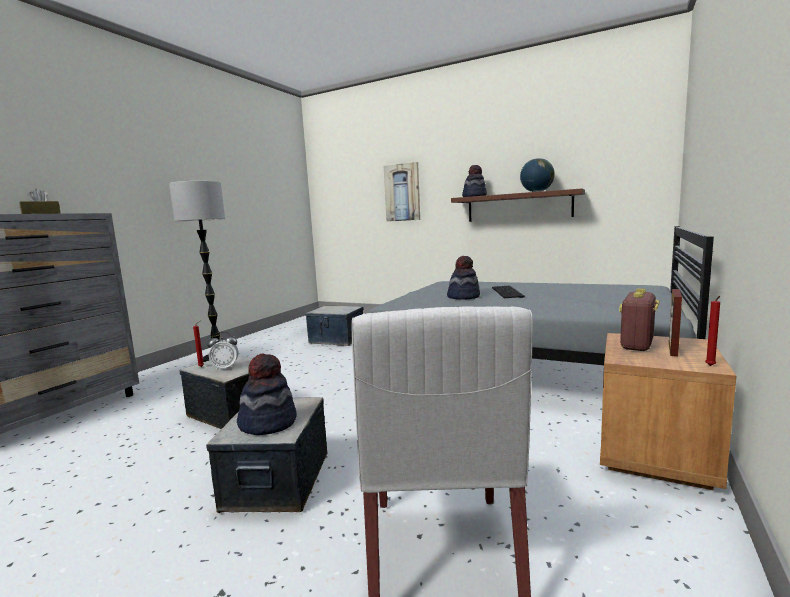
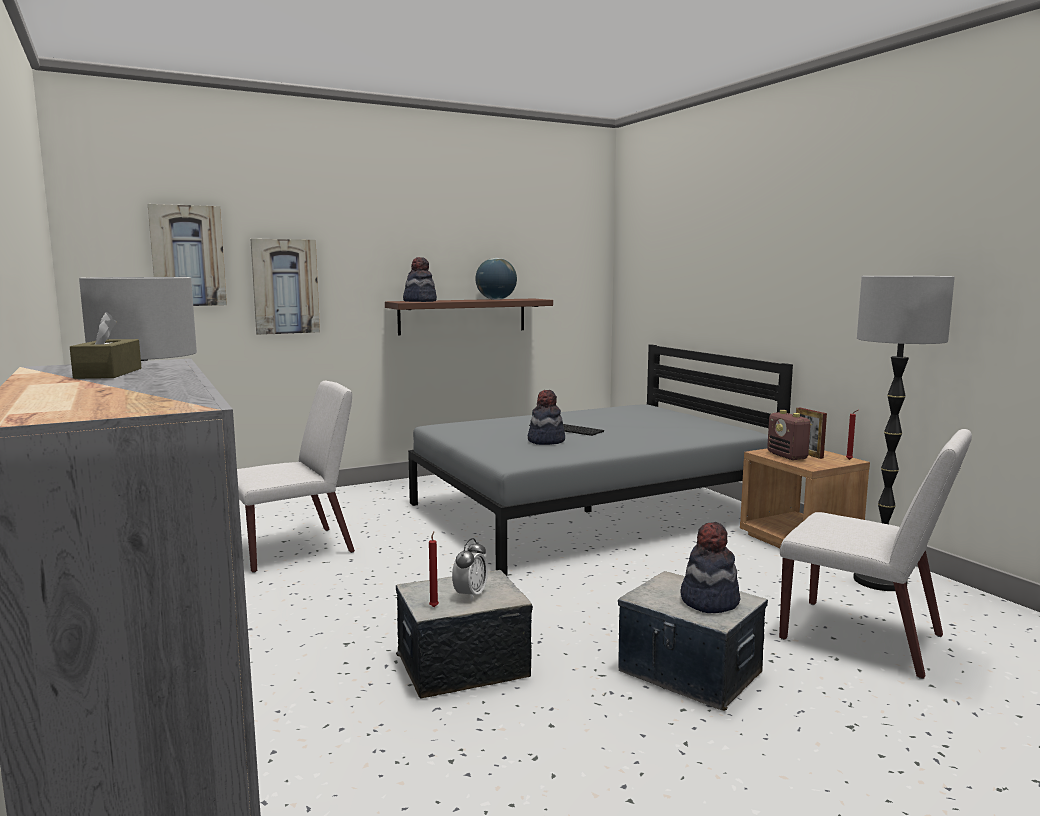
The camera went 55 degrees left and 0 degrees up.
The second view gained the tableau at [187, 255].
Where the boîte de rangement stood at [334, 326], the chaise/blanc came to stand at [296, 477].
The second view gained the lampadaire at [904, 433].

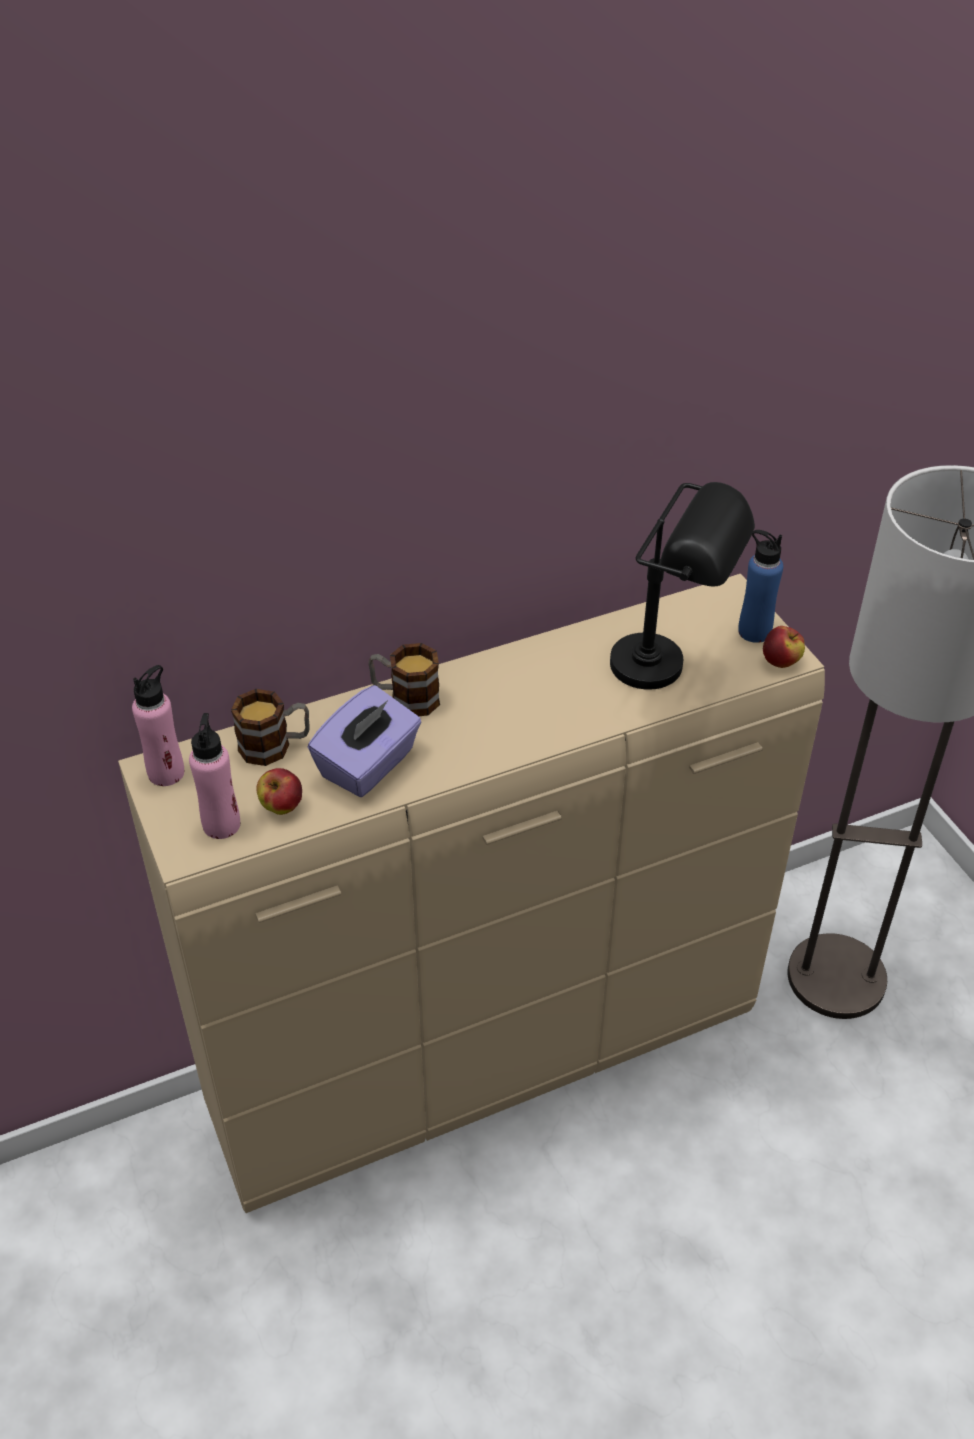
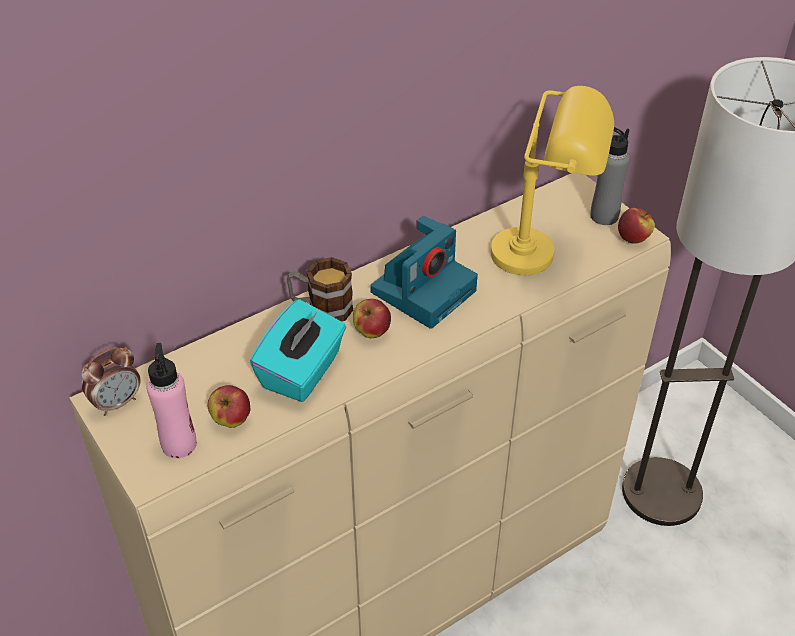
The camera went 10 degrees left and 0 degrees up.
Where the bouteille/rose stood at [158, 725], the réveil came to stand at [111, 381].
What was the boîte à mouchoirs/violet at [364, 741] turned into the boîte à mouchoirs/turquoise at [298, 350].
The second view gained the pomme at [372, 318].
The second view gained the appareil photo at [424, 272].
What was the lampe de table/noir at [682, 586] turned into the lampe de table/jaune at [552, 180].
What was the bouteille/bleu at [760, 586] turned into the bouteille/gris at [610, 176].
The second view lost the mug at [270, 727].

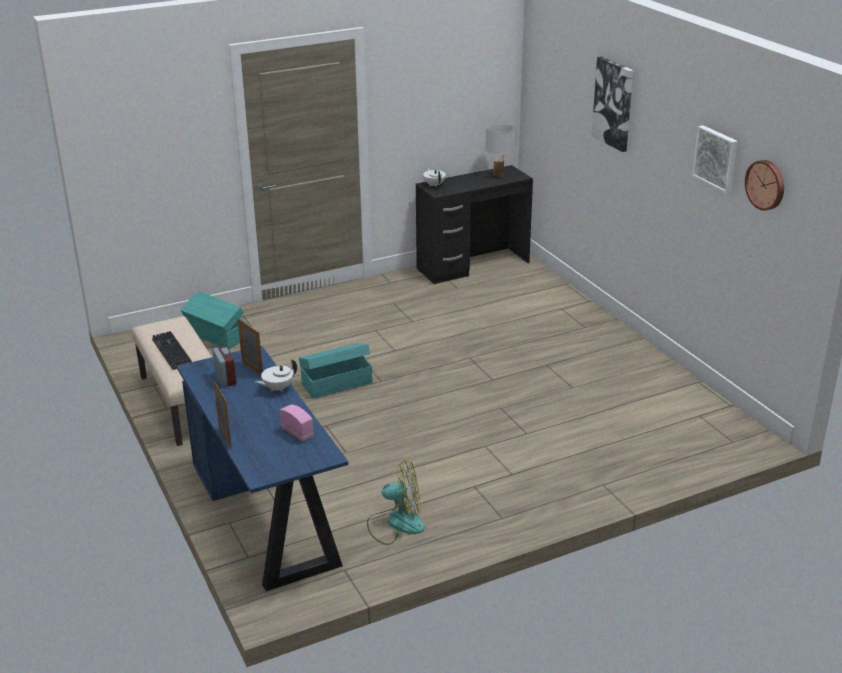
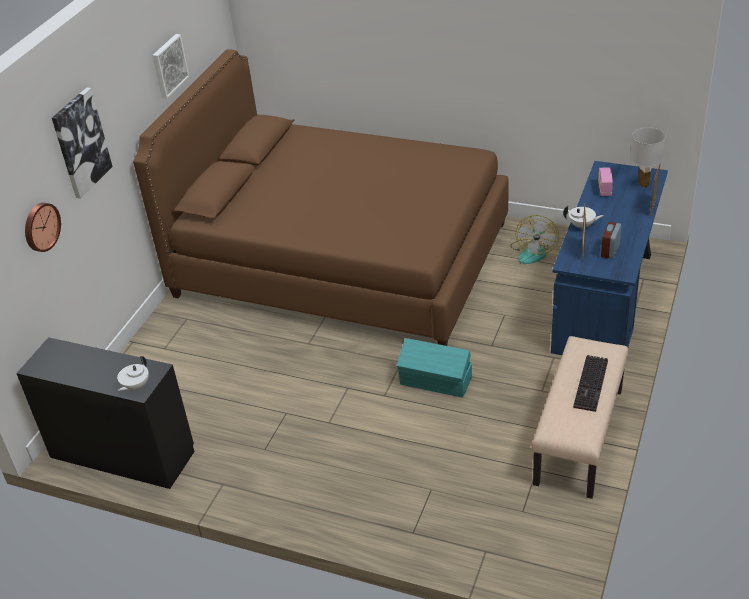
The camera went 130 degrees left and 10 degrees up.
The horloge murale ended up elsewhere, having gone from [764, 185] to [43, 227].
The second view gained the lit/marron at [321, 197].
The ventilateur at [396, 502] ended up facing another way, 120 degrees counterclockwise from before.
The lampe de table/blanc ended up elsewhere, having gone from [500, 150] to [647, 157].
The second view lost the boîte de rangement/turquoise at [214, 320].

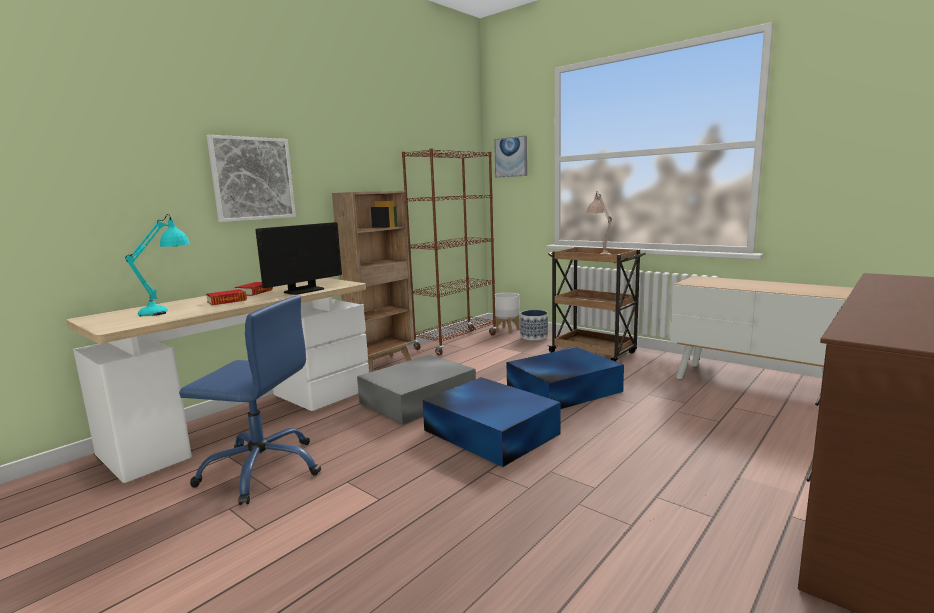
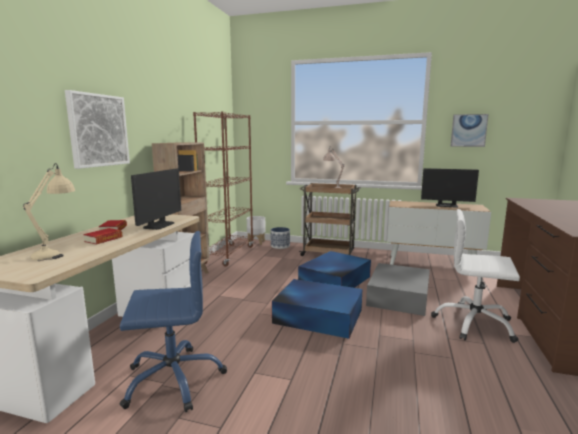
The camera went 25 degrees left and 0 degrees up.
What was the lampe de table/turquoise at [157, 265] turned into the lampe de table/beige at [49, 212].
The boîte de rangement/gris ended up elsewhere, having gone from [416, 389] to [398, 289].
The second view gained the écran d'ordinateur at [450, 188].
The second view gained the chaise de bureau/blanc at [475, 276].
The tableau ended up elsewhere, having gone from [510, 157] to [470, 130].

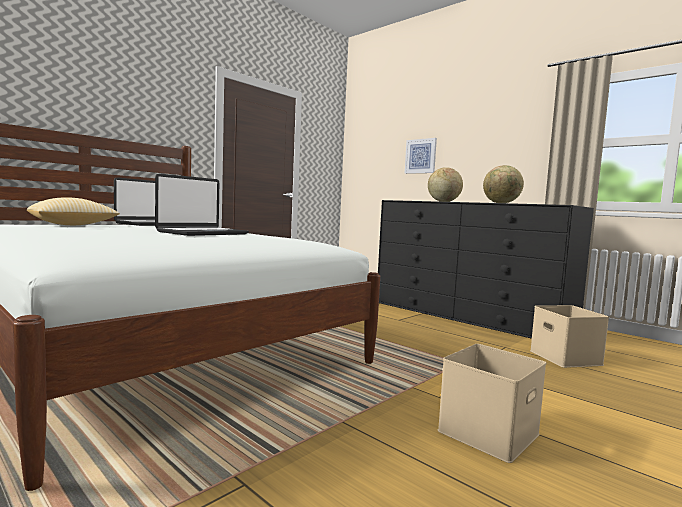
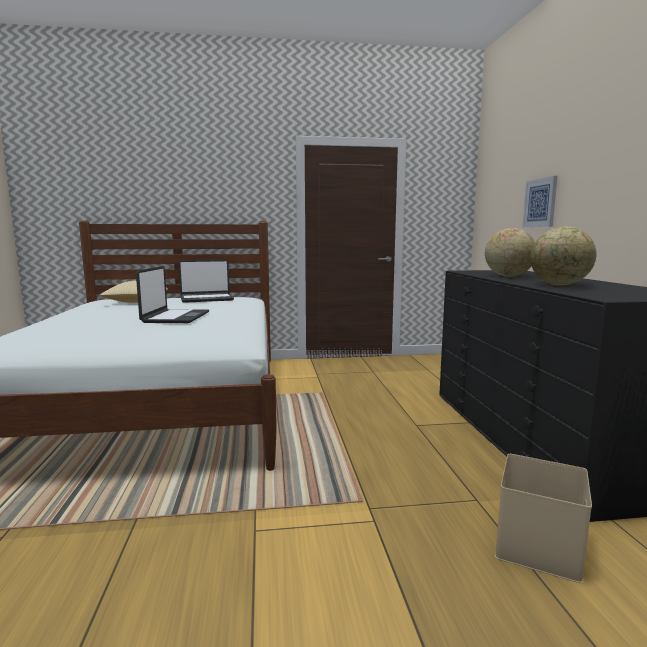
The camera went 40 degrees right and 5 degrees up.
The ordinateur portable at [202, 204] ended up facing another way, 75 degrees counterclockwise from before.
The second view lost the boîte de rangement/beige at [492, 403].

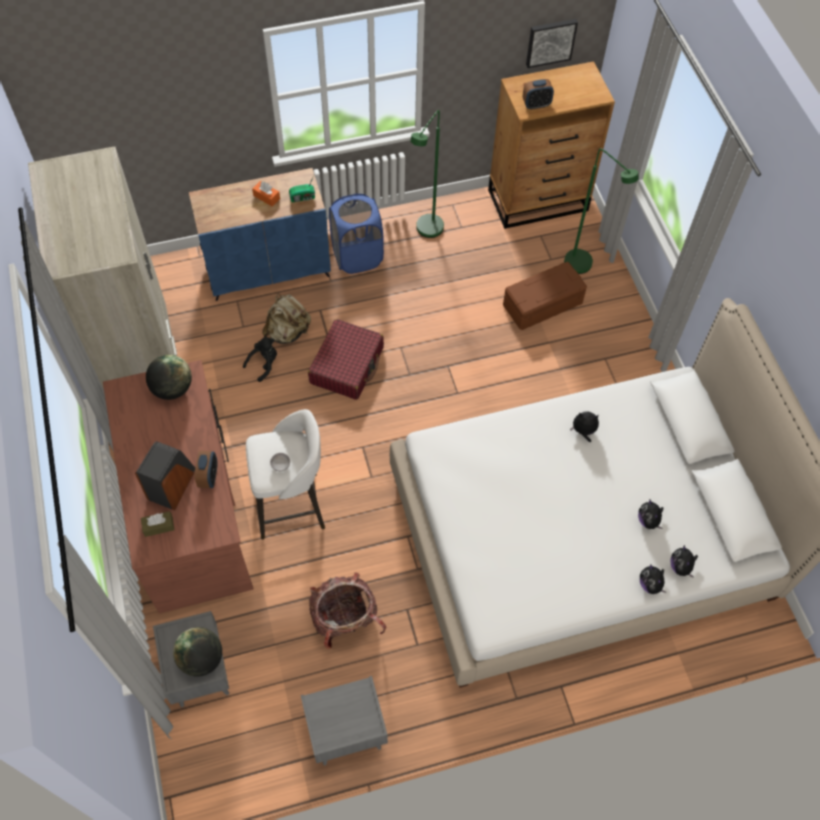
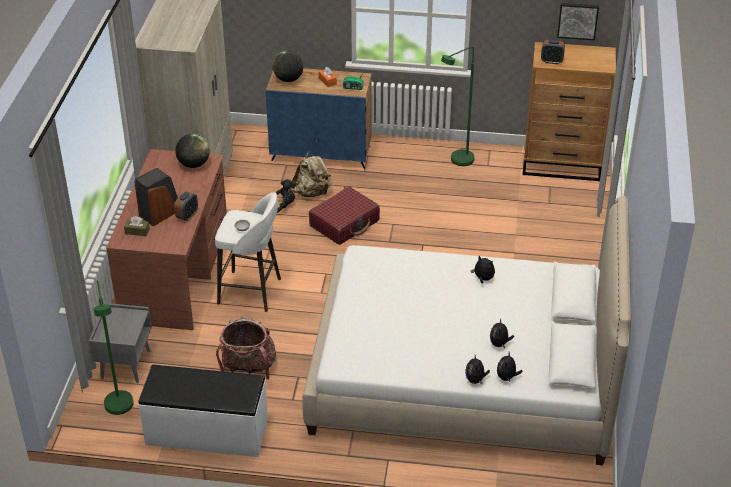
The camera went 25 degrees right and 20 degrees down.
The lampadaire/vert ended up elsewhere, having gone from [601, 211] to [114, 347].
Where the table de chevet/gris stood at [344, 720], the banc/blanc came to stand at [203, 411].
The globe ended up elsewhere, having gone from [197, 652] to [288, 66].
The second view lost the panier à linge/bleu at [356, 234].
The second view lost the boîte de rangement/marron at [545, 296].

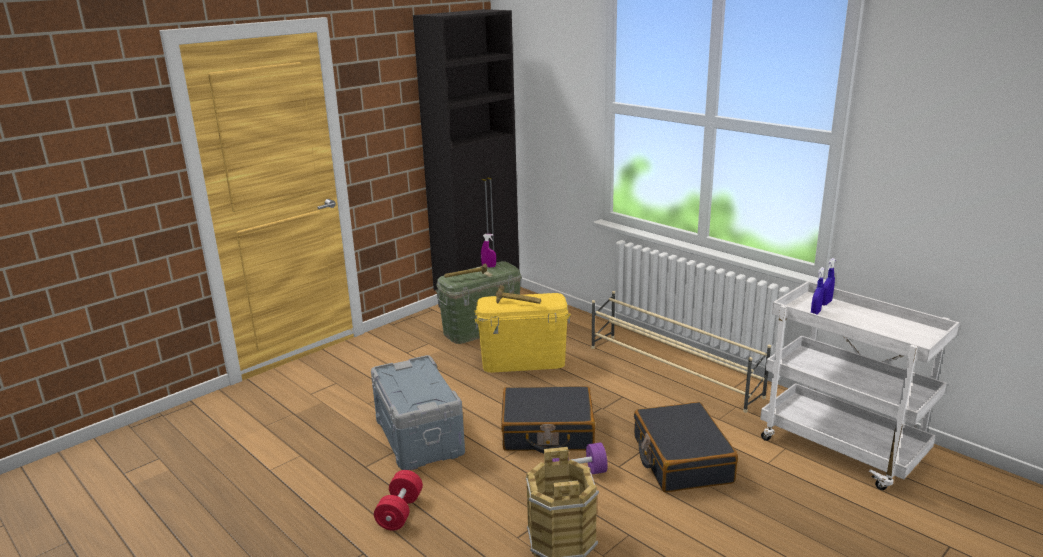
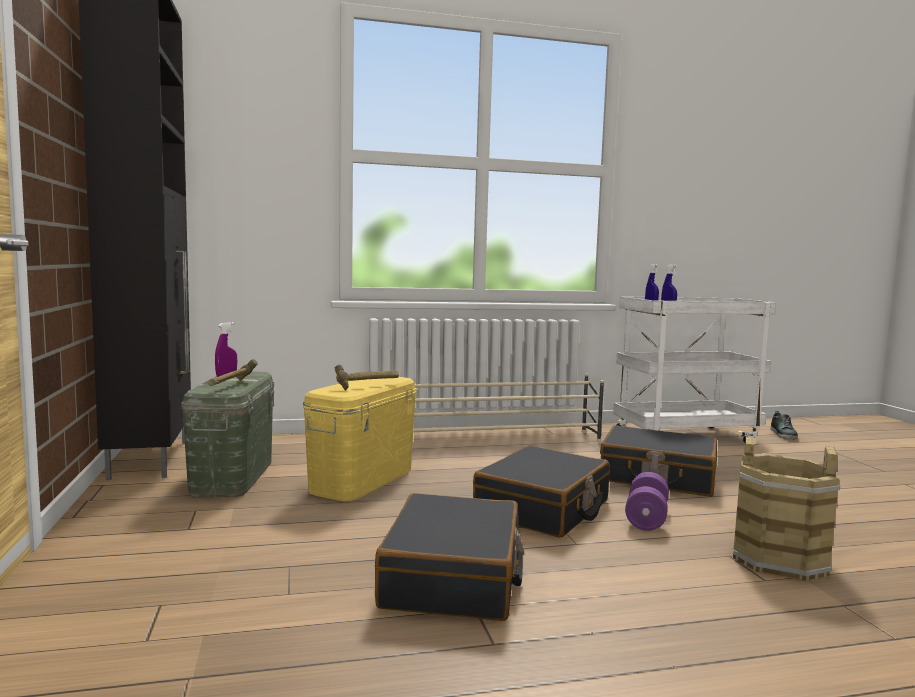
The camera went 60 degrees left and 15 degrees down.
Where the boîte de rangement/gris stood at [418, 412], the valise/noir came to stand at [449, 557].
The second view gained the chaussure at [784, 425].
The second view lost the haltère/rouge at [398, 500].

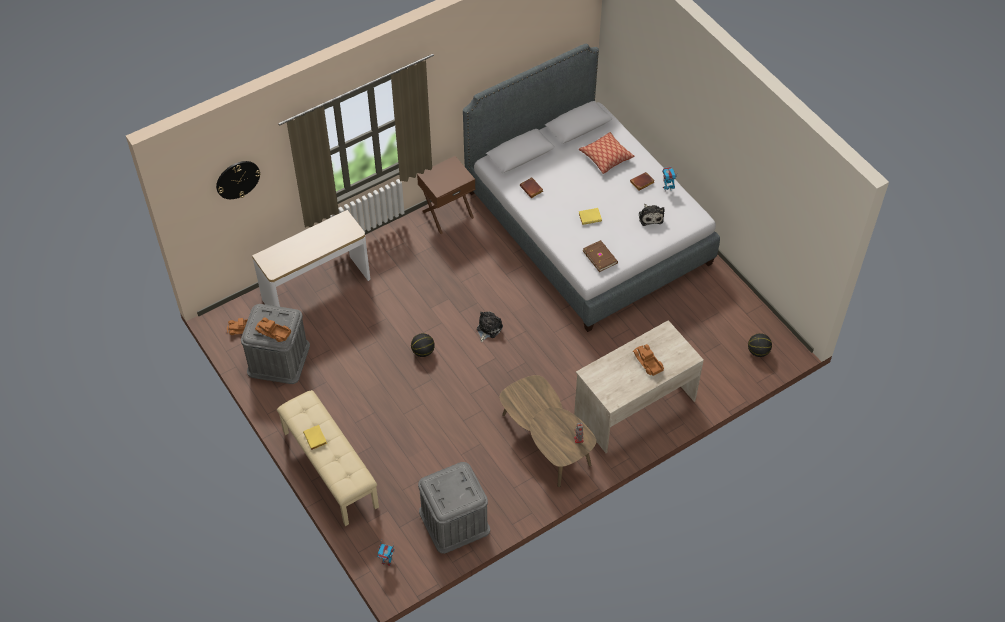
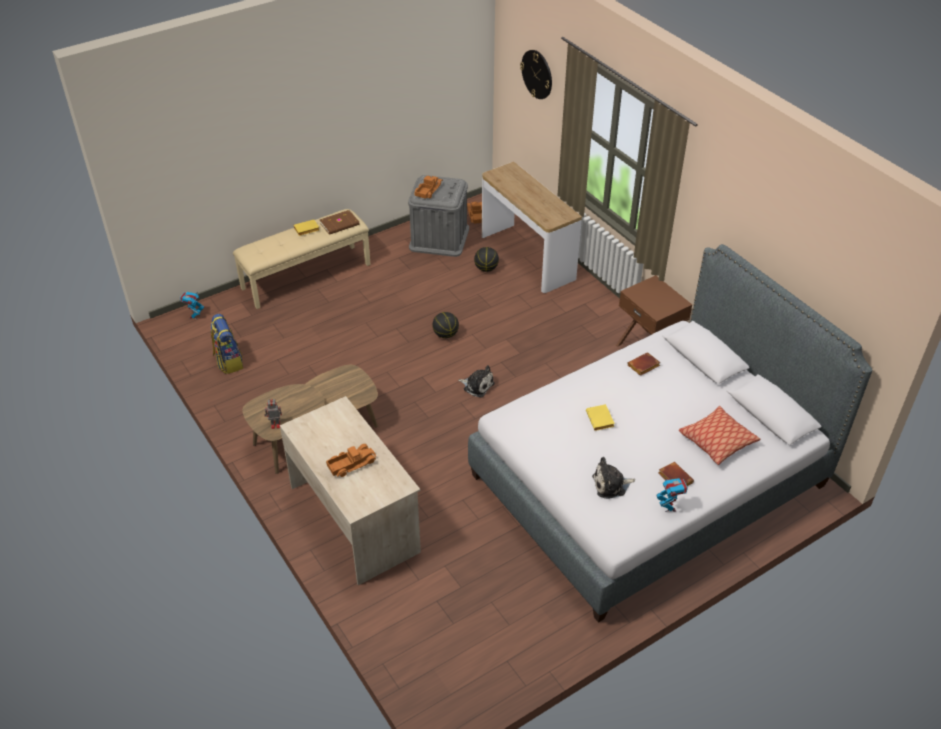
The camera went 90 degrees right and 10 degrees down.
Where the boîte de rangement/gris stood at [454, 508], the sac à dos came to stand at [227, 344].
The livre/marron ended up elsewhere, having gone from [600, 256] to [340, 222].
The ballon de basket ended up elsewhere, having gone from [760, 345] to [486, 259].

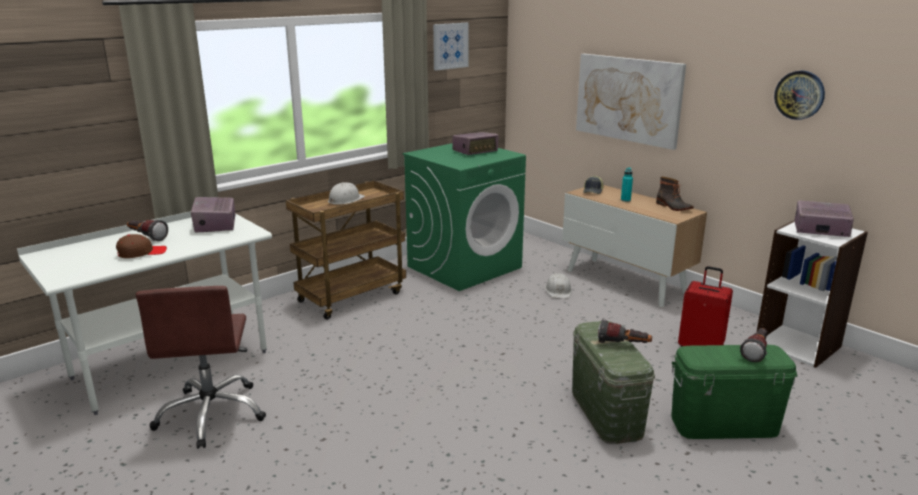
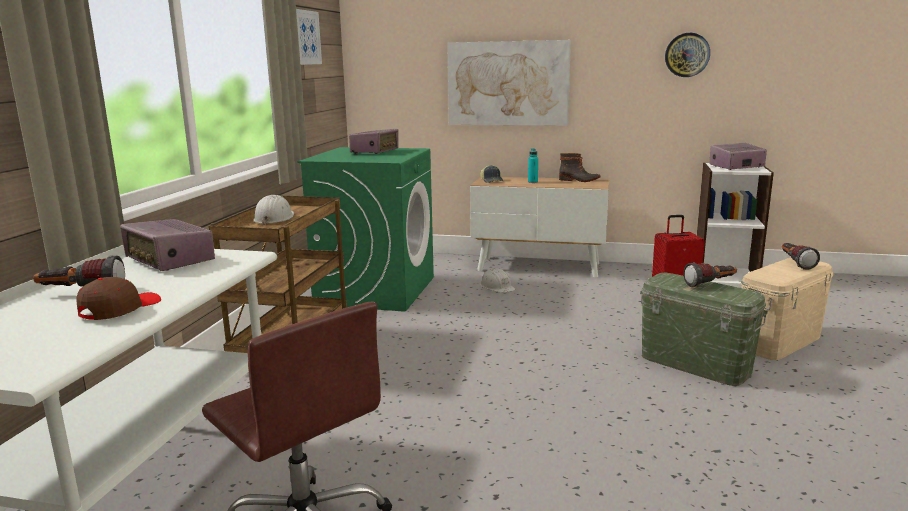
The camera went 35 degrees left and 5 degrees down.
What was the boîte de rangement/vert at [734, 392] turned into the boîte de rangement/beige at [787, 308].

